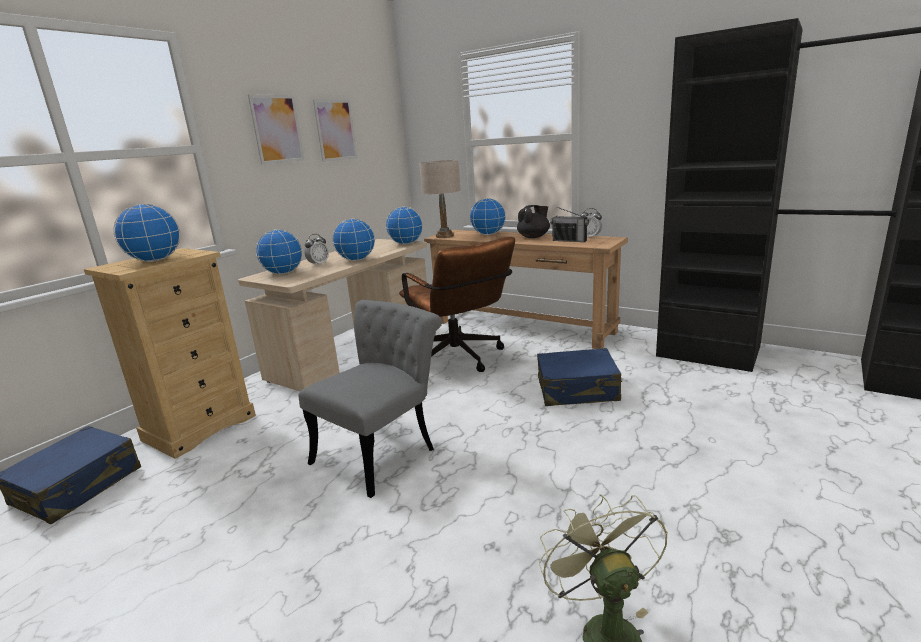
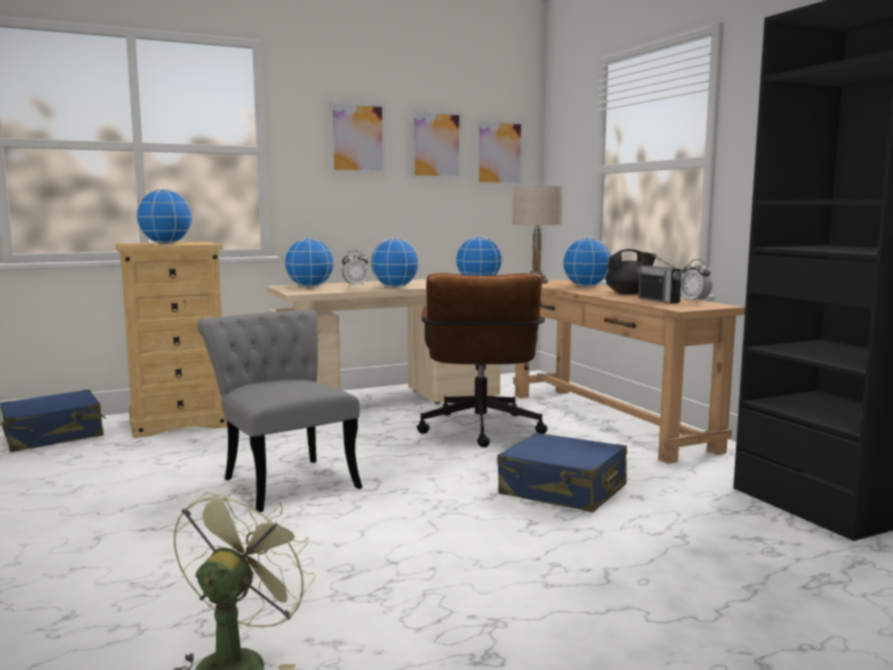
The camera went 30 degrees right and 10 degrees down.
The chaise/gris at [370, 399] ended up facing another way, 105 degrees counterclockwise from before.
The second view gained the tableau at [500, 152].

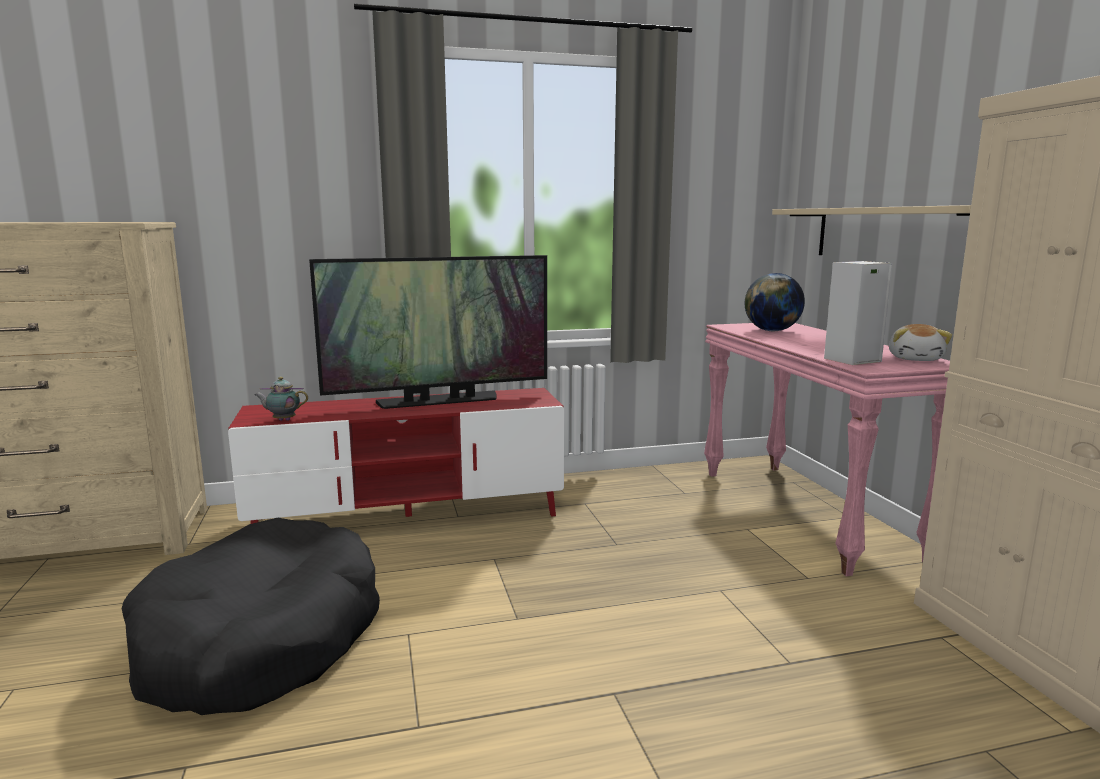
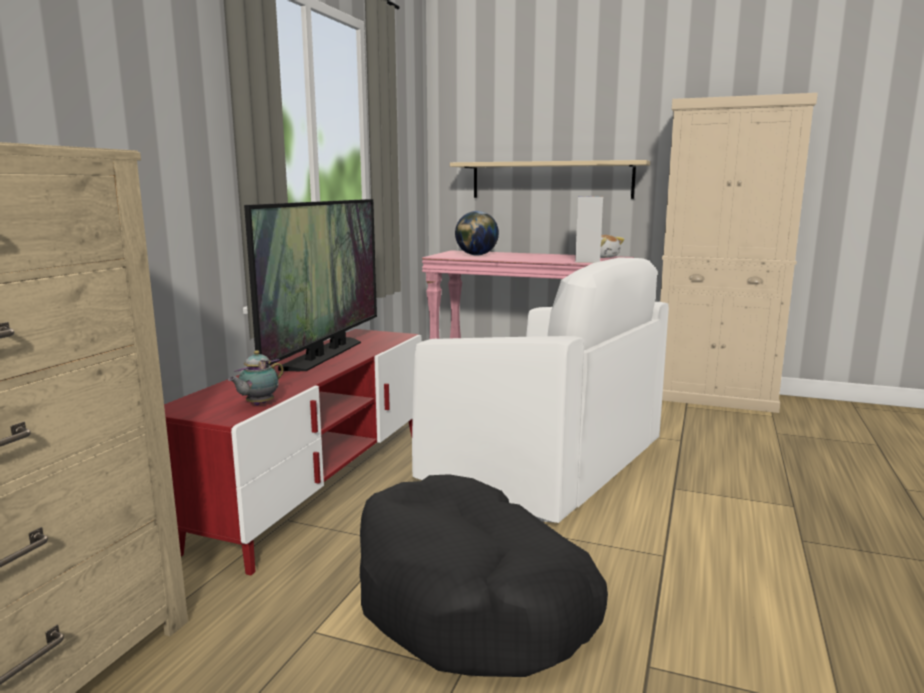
The camera went 55 degrees left and 0 degrees up.
The second view gained the fauteuil/blanc at [540, 390].

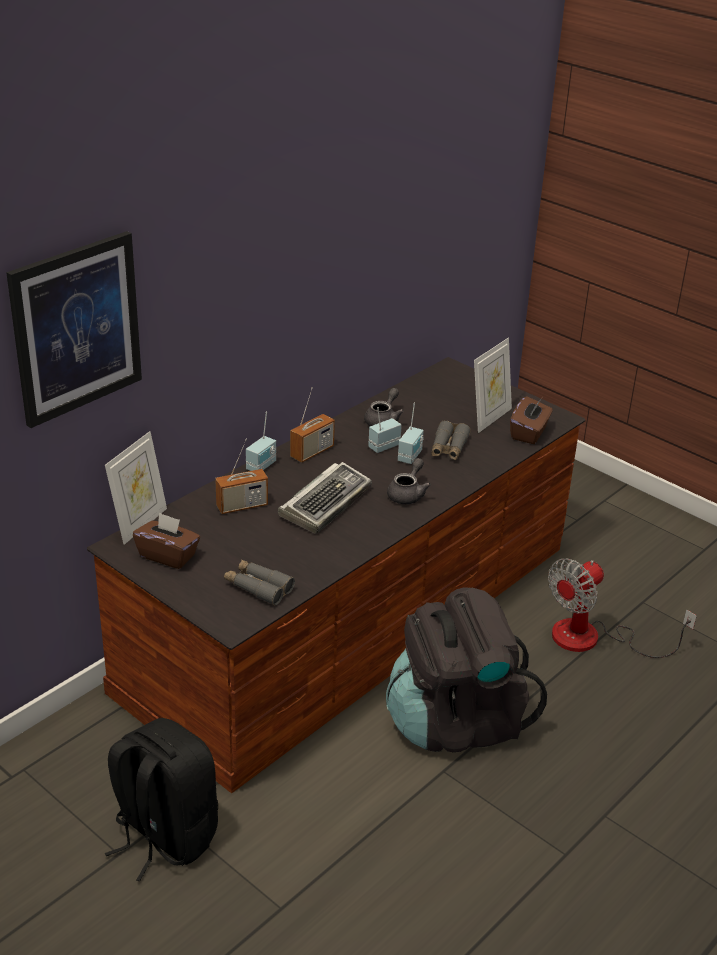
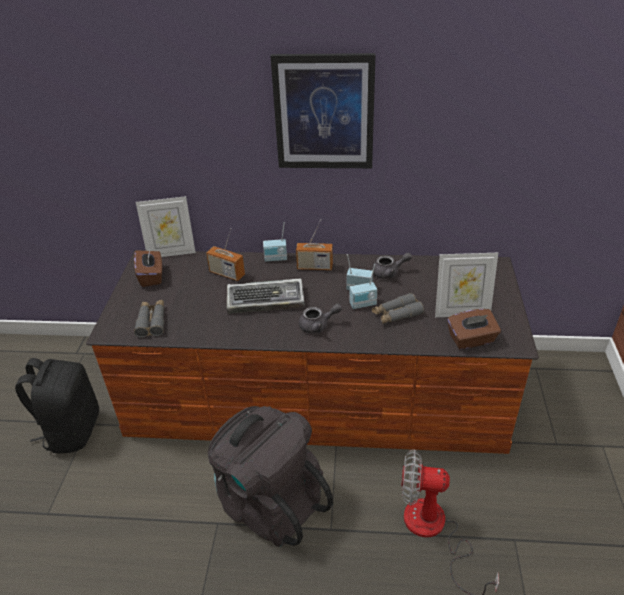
The camera went 55 degrees right and 5 degrees up.
The tableau ended up elsewhere, having gone from [74, 329] to [323, 110].

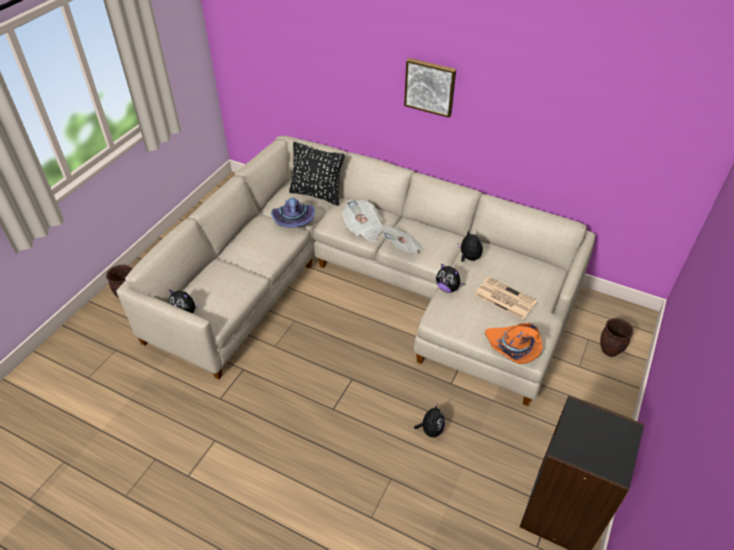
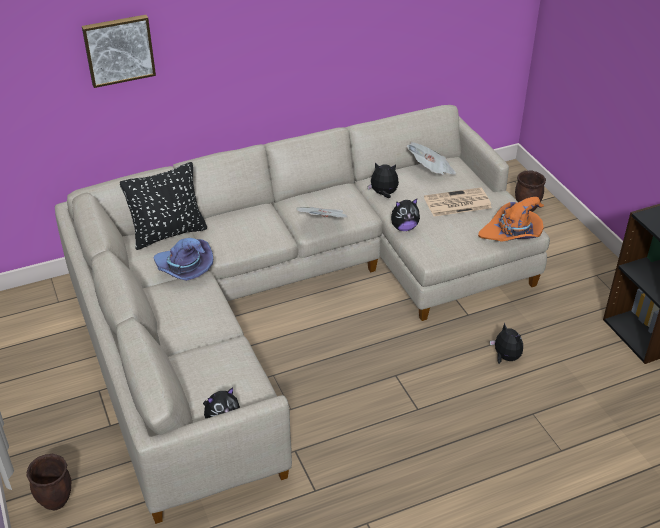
The camera went 50 degrees left and 5 degrees down.
The tableau ended up elsewhere, having gone from [430, 88] to [119, 51].
The journal ended up elsewhere, having gone from [363, 221] to [431, 158].

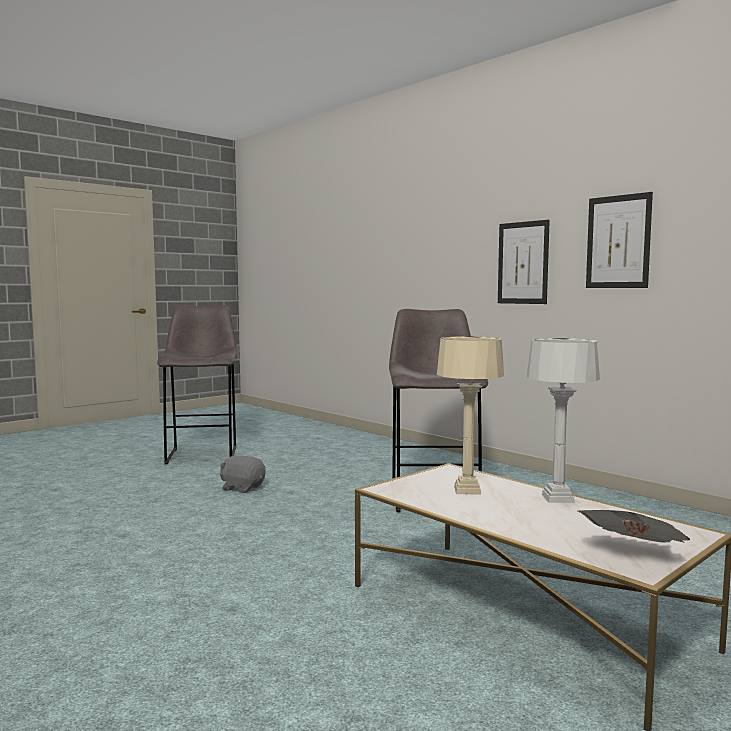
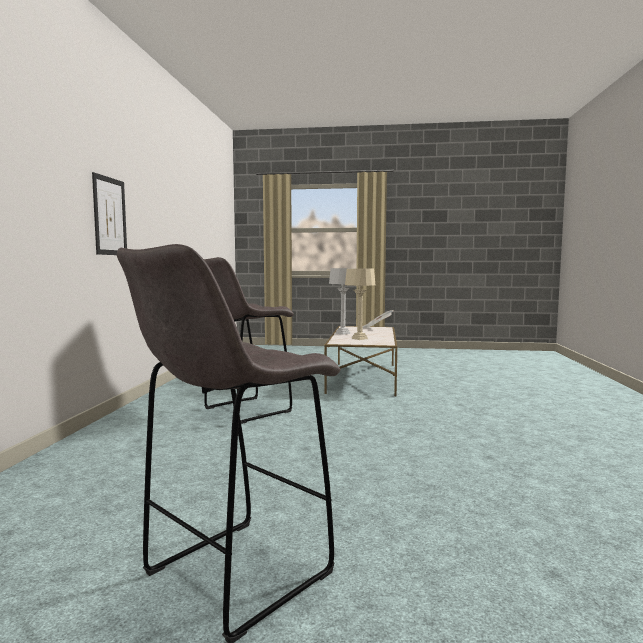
The camera went 130 degrees left and 0 degrees up.
The second view lost the peluche/gris at [243, 474].
The second view lost the tableau at [619, 240].

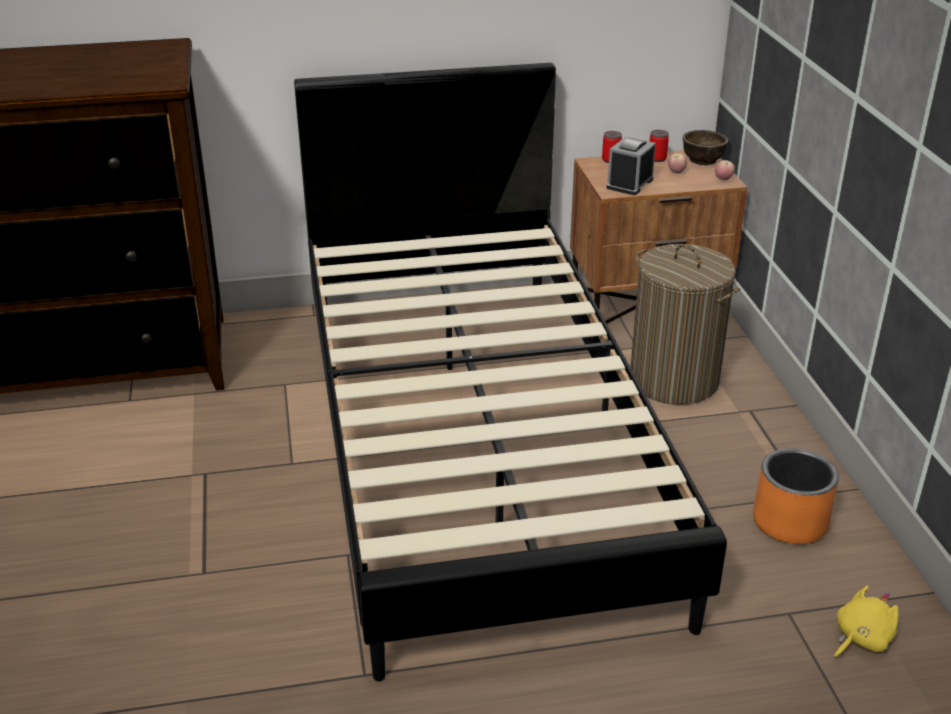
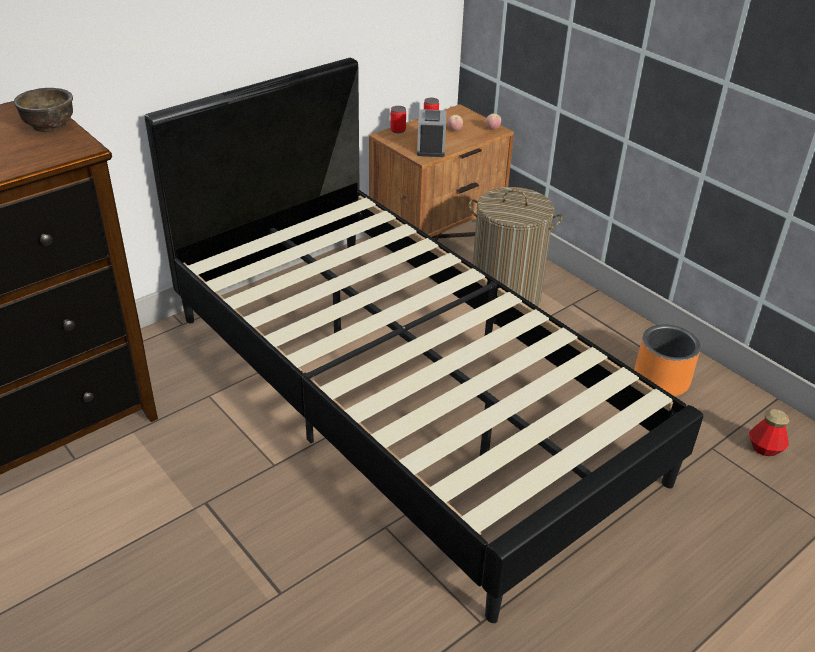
The camera went 30 degrees left and 5 degrees up.
The bol/marron ended up elsewhere, having gone from [705, 147] to [43, 110].
Where the peluche/jaune stood at [866, 622], the bouteille came to stand at [769, 432].

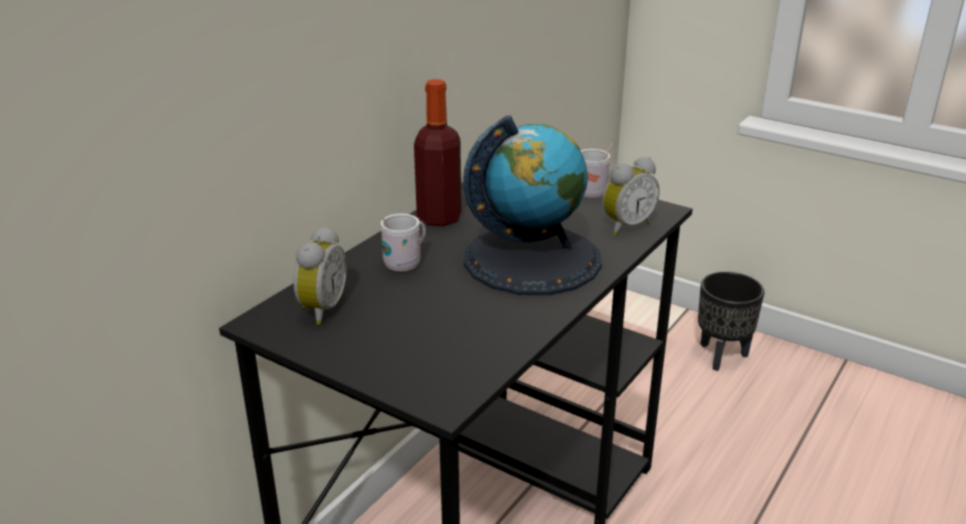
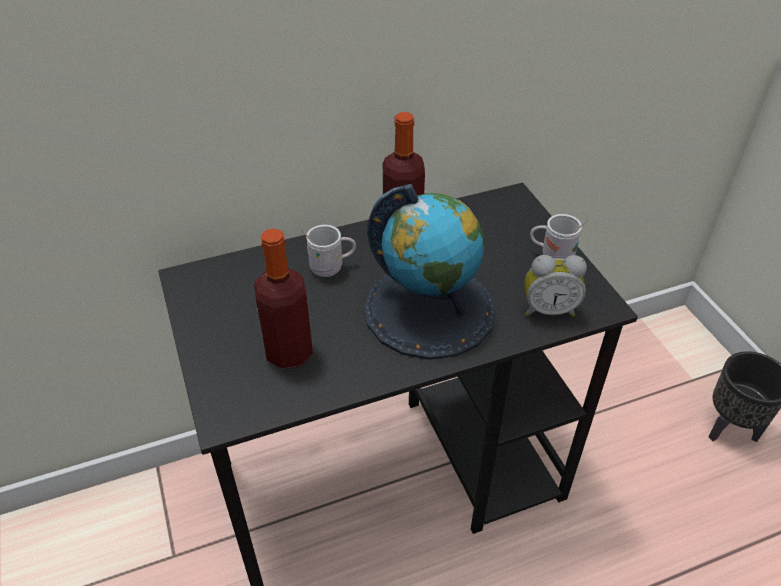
The camera went 35 degrees right and 15 degrees up.
The second view gained the bouteille at [283, 298].
The second view lost the réveil at [320, 275].

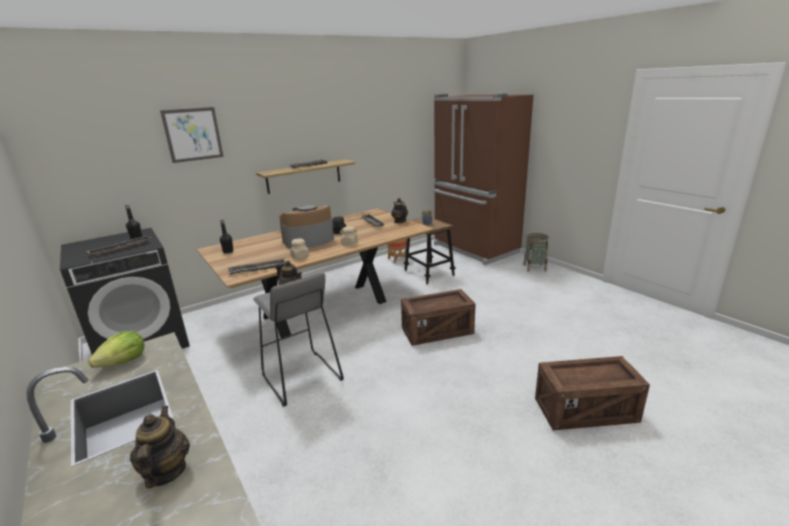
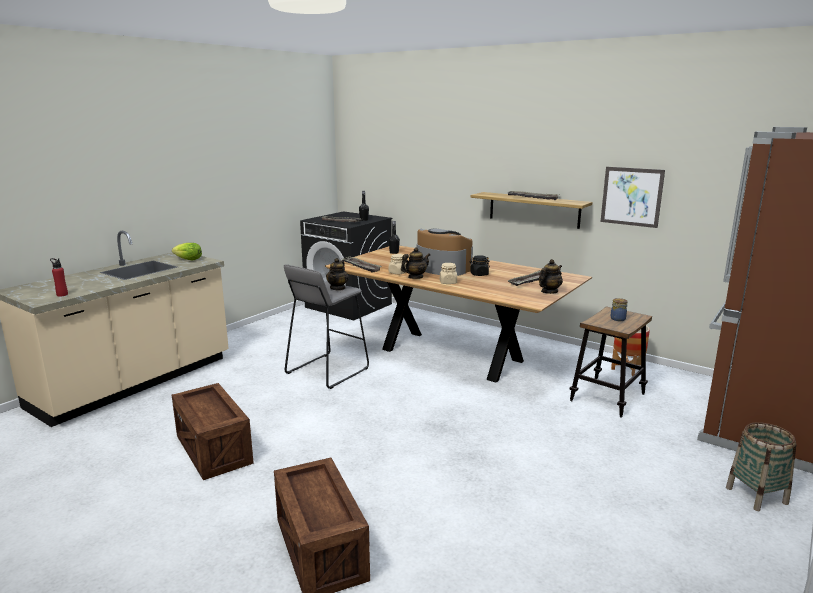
The camera went 70 degrees right and 5 degrees down.
The second view gained the bouteille/rouge at [59, 277].
The caisse ended up elsewhere, having gone from [438, 317] to [213, 431].
The théière ended up elsewhere, having gone from [160, 447] to [415, 263].
The tableau ended up elsewhere, having gone from [192, 135] to [633, 197].

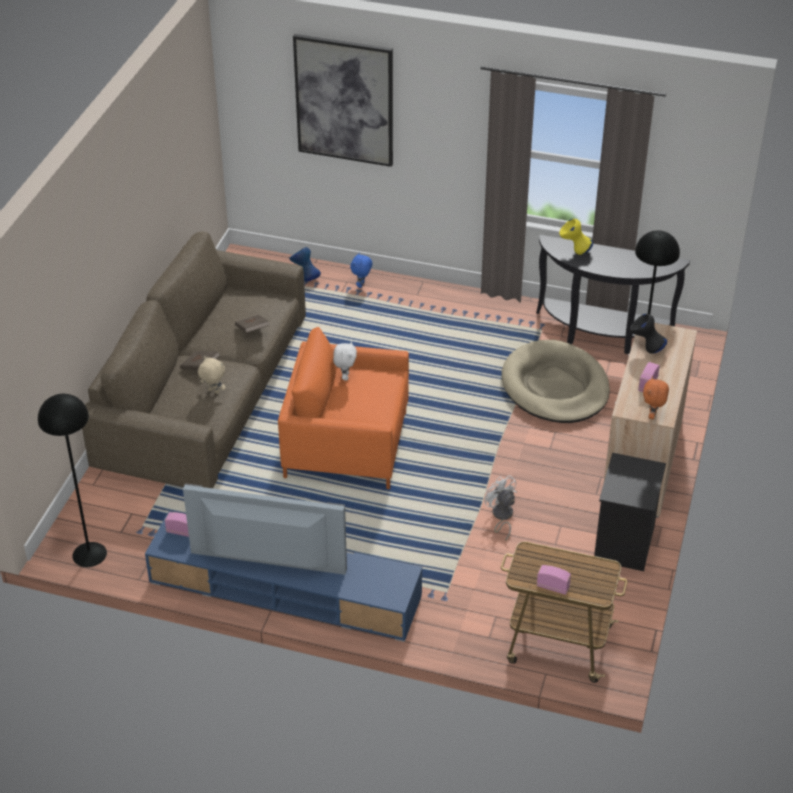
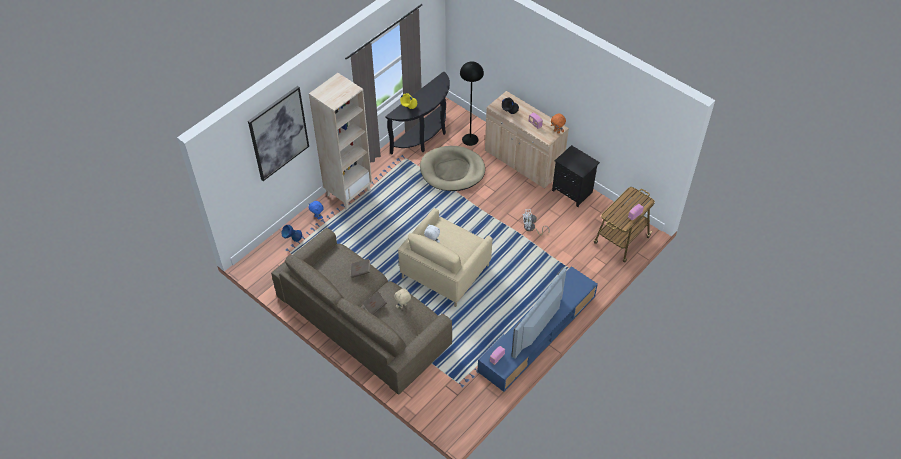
The camera went 65 degrees left and 10 degrees up.
The second view gained the bibliothèque/beige at [340, 141].
What was the fauteuil/orange at [343, 408] turned into the fauteuil/beige at [445, 257].
The second view lost the lampadaire/noir at [72, 480].

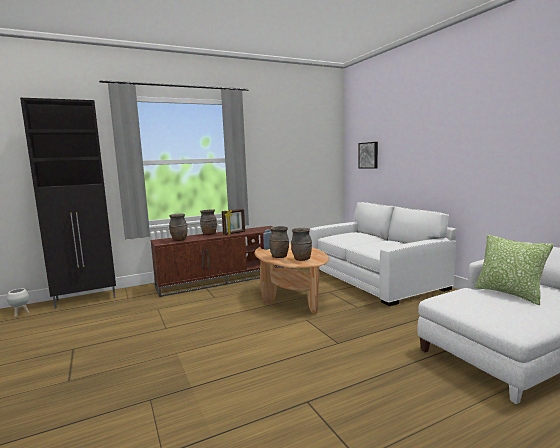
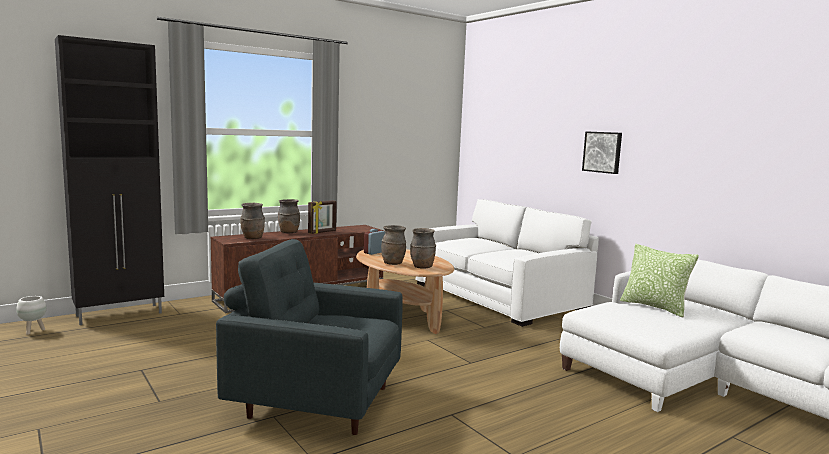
The camera went 10 degrees left and 0 degrees up.
The second view gained the fauteuil/gris at [309, 337].
The tableau ended up elsewhere, having gone from [368, 155] to [602, 152].

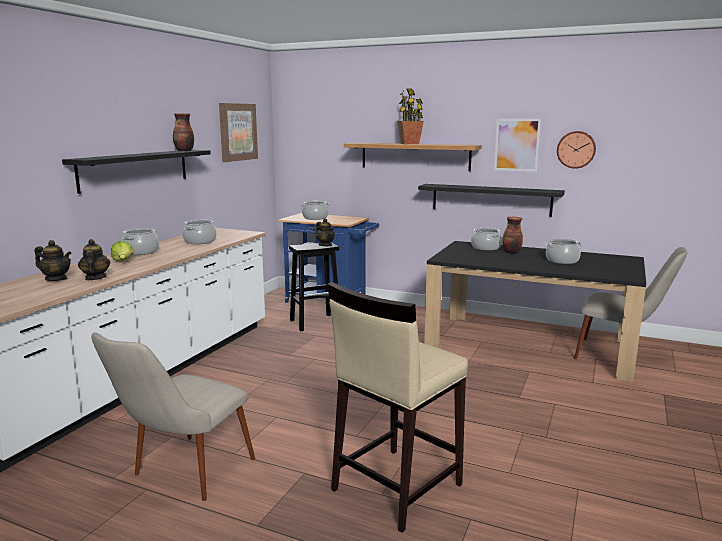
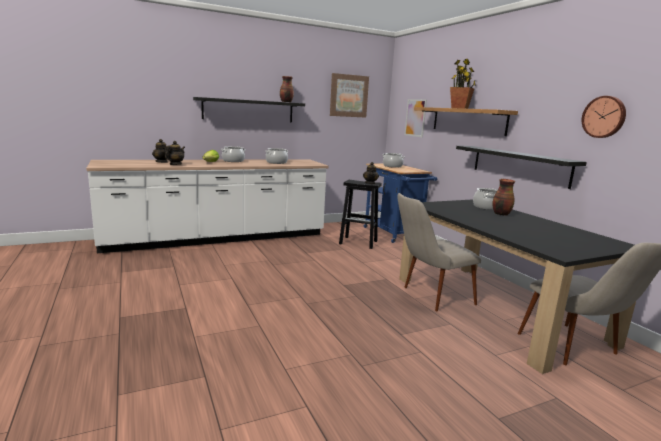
The camera went 40 degrees right and 0 degrees up.
The chaise/beige ended up elsewhere, having gone from [173, 416] to [439, 252].
The tableau ended up elsewhere, having gone from [517, 145] to [416, 118].
The second view lost the tabouret/beige at [397, 407].
The second view lost the marmite at [564, 251].

